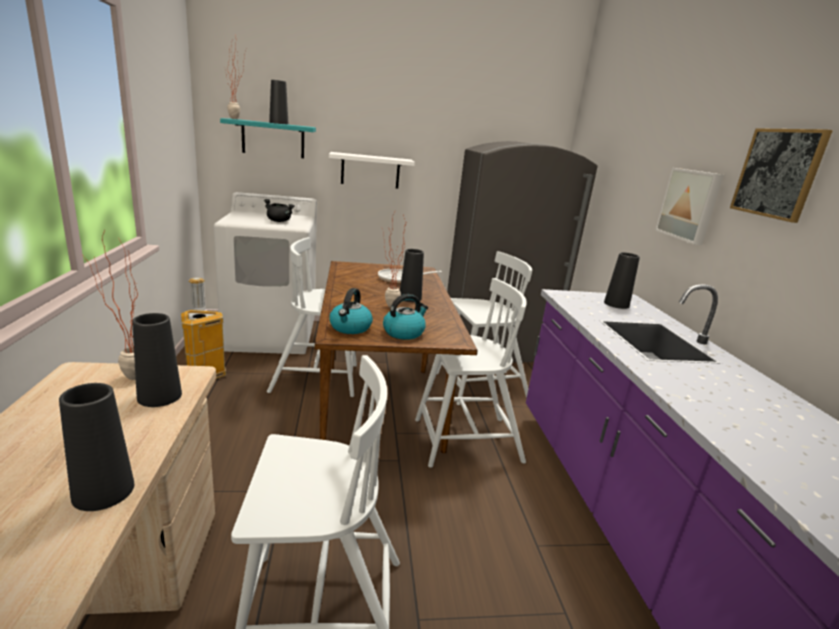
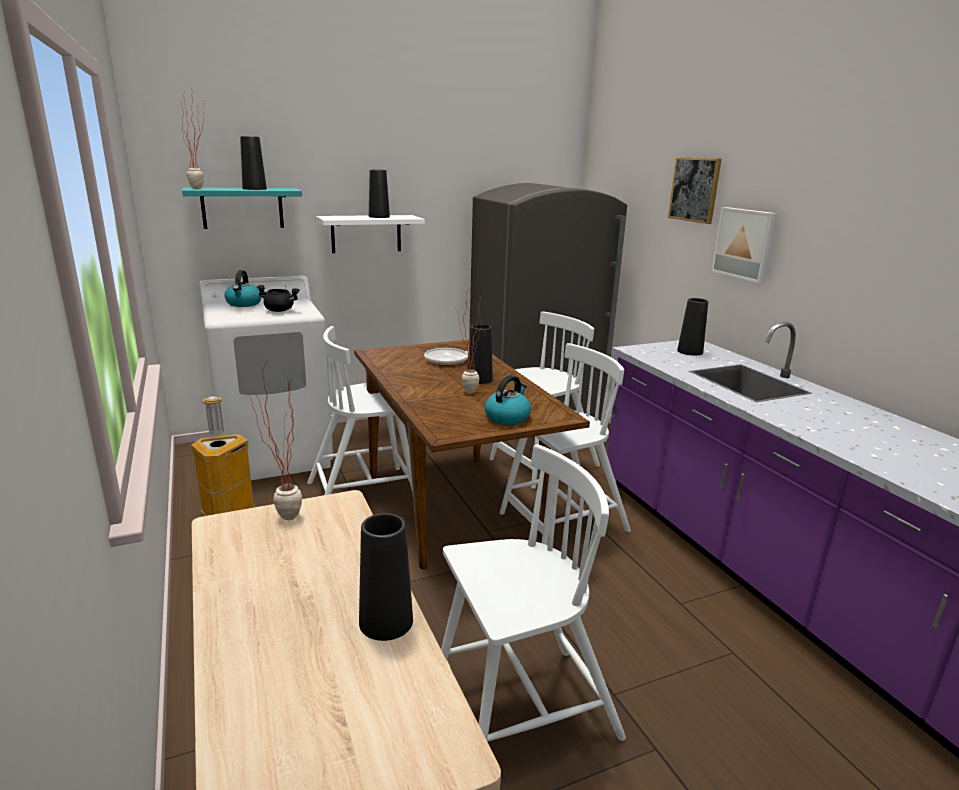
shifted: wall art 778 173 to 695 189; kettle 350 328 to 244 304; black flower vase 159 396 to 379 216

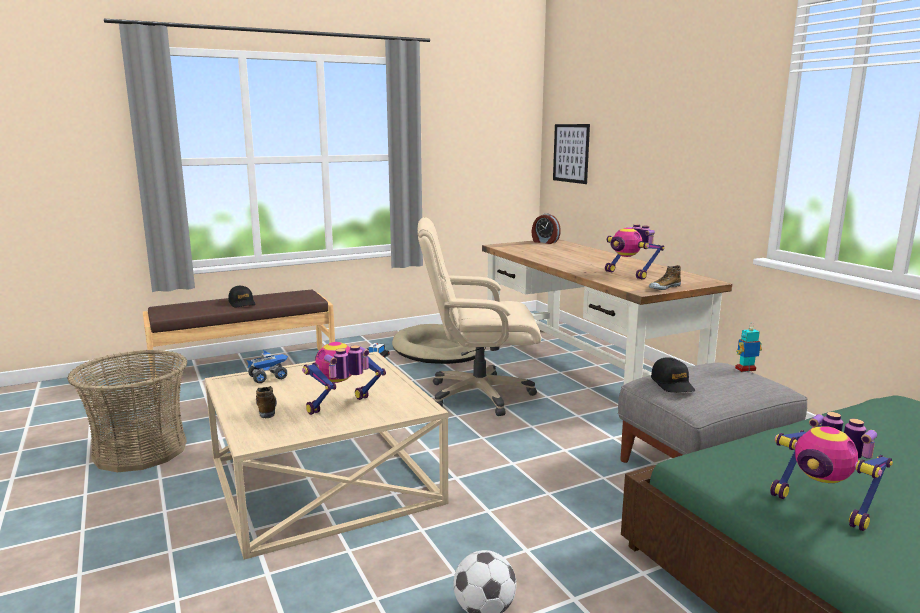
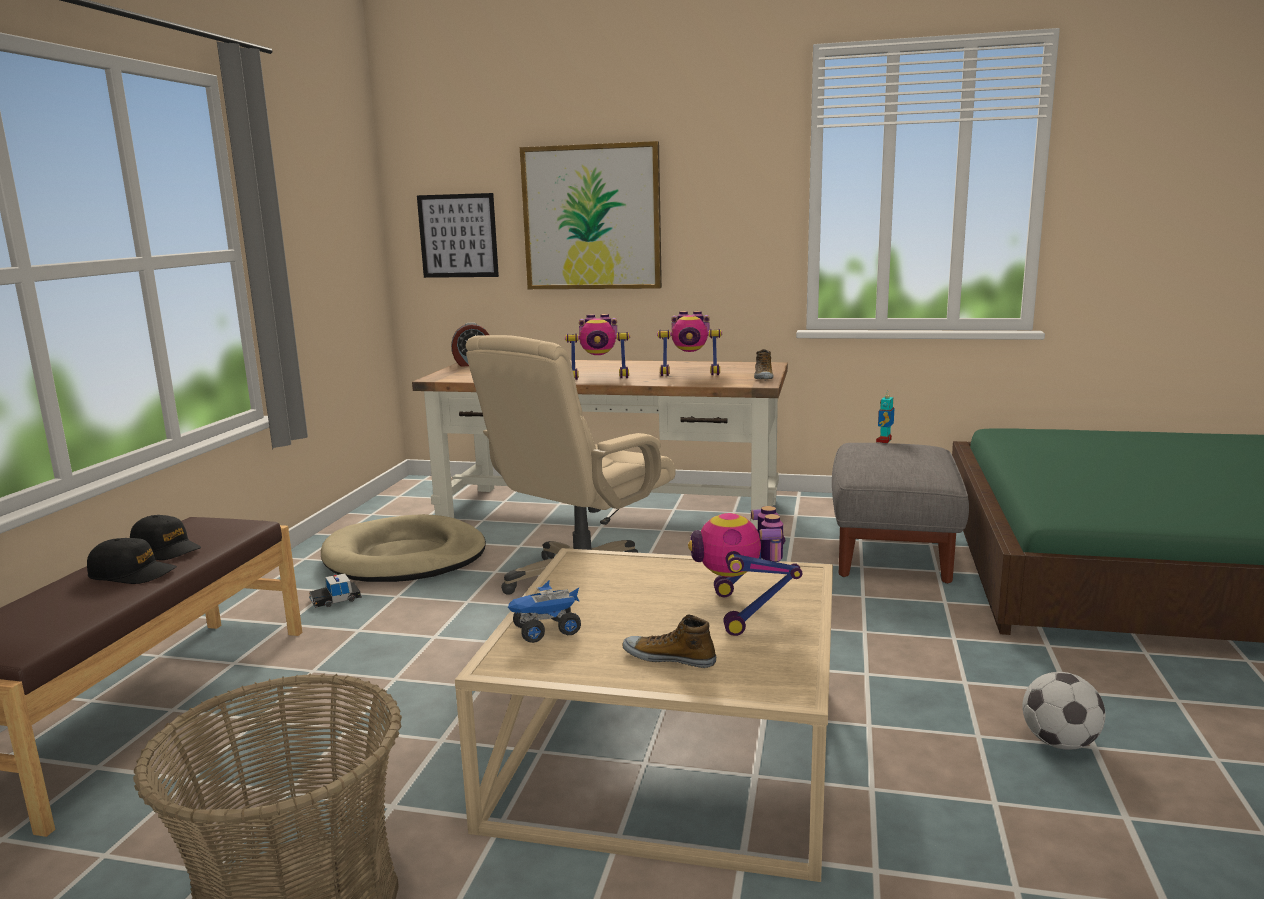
new: wall art 592 217
shifted: black baseball cap 672 384 to 166 549; toy robot 822 507 to 599 377
rotated: toy truck 268 377 = 546 631 120 degrees counterclockwise

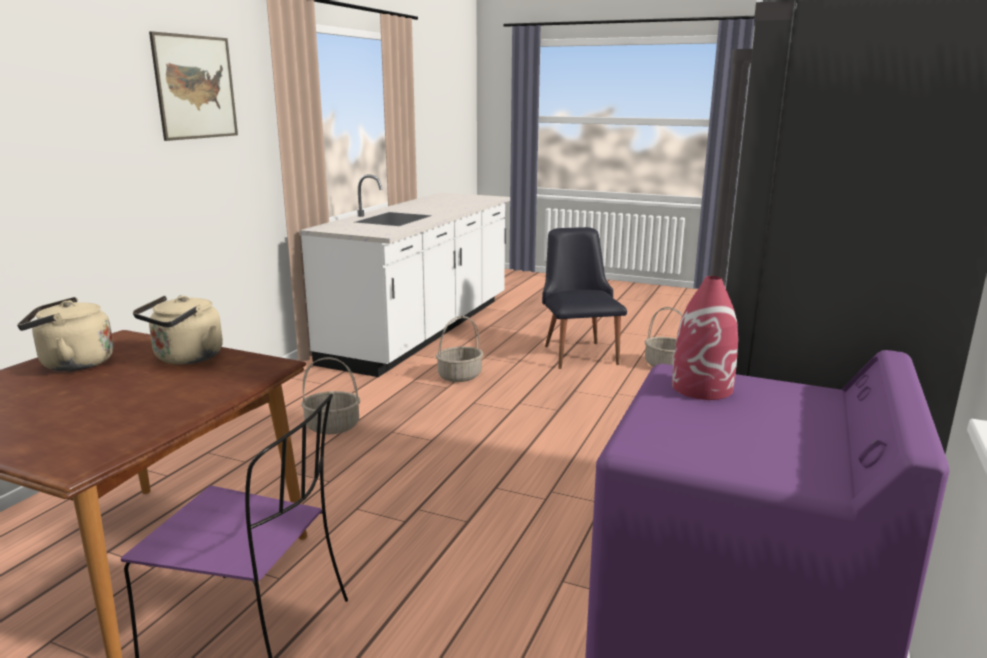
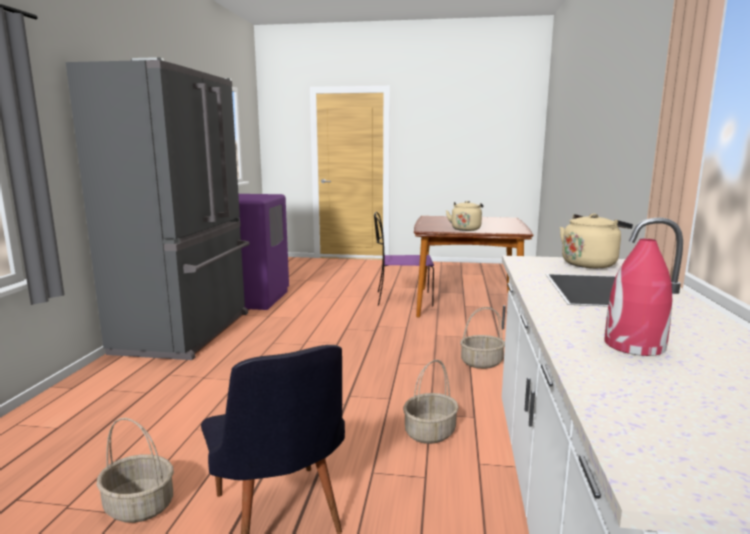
gone: wall art 195 87
shifted: red-coloured flower vase 702 388 to 634 345; sand-coloured kettle 72 364 to 590 264

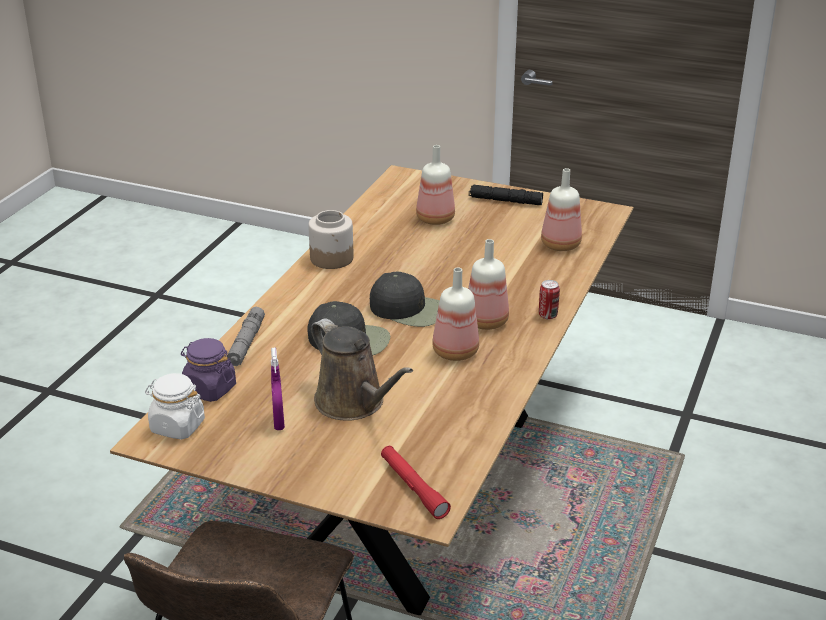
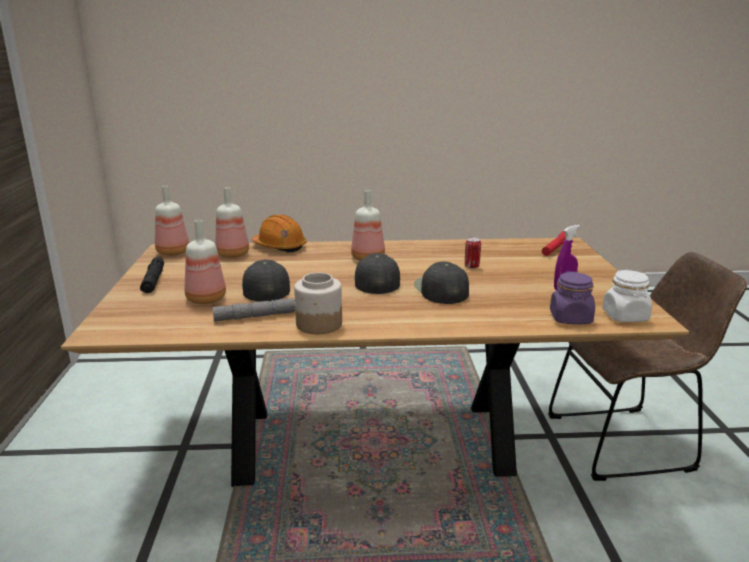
gone: brown sprinkling can 354 403
new: orangey hard hat 279 247; black baseball cap 265 288
shifted: bottle 454 352 to 174 252; can 548 315 to 471 266; greyish hand torch 246 343 to 256 316

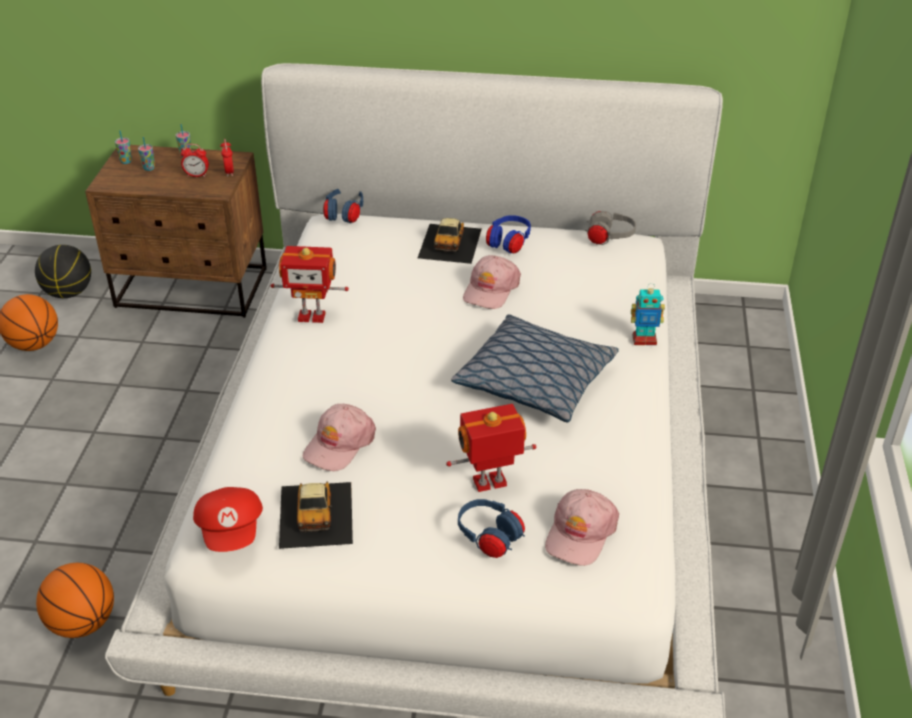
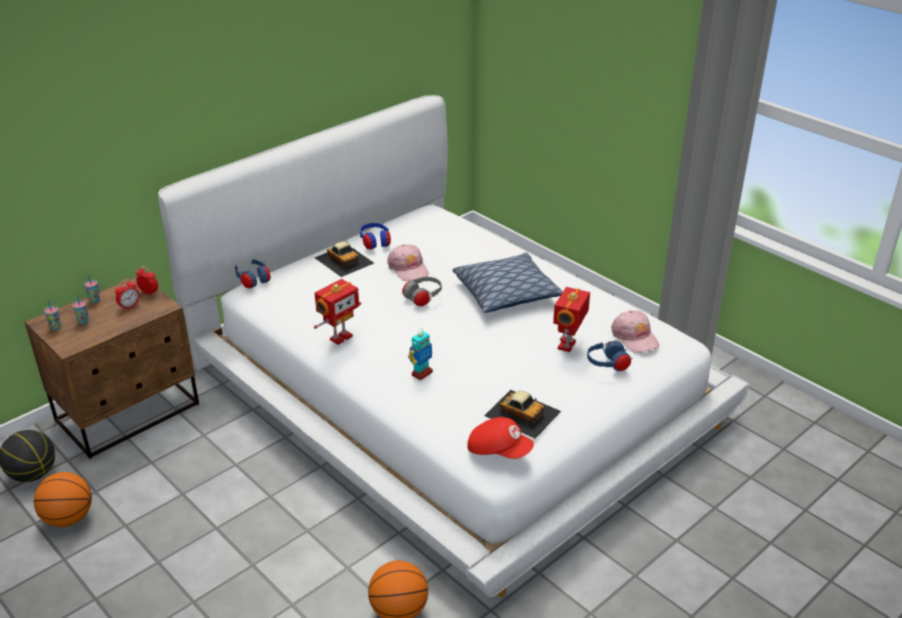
gone: pinkish baseball cap 339 444
shifted: greyish pair of headphones 609 238 to 422 299; toy robot 644 340 to 421 373

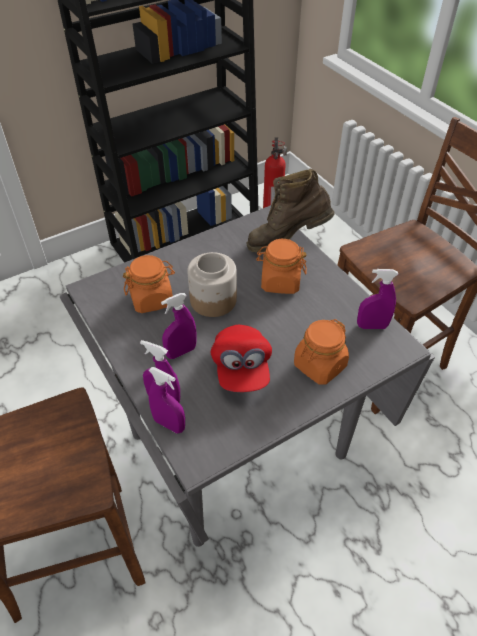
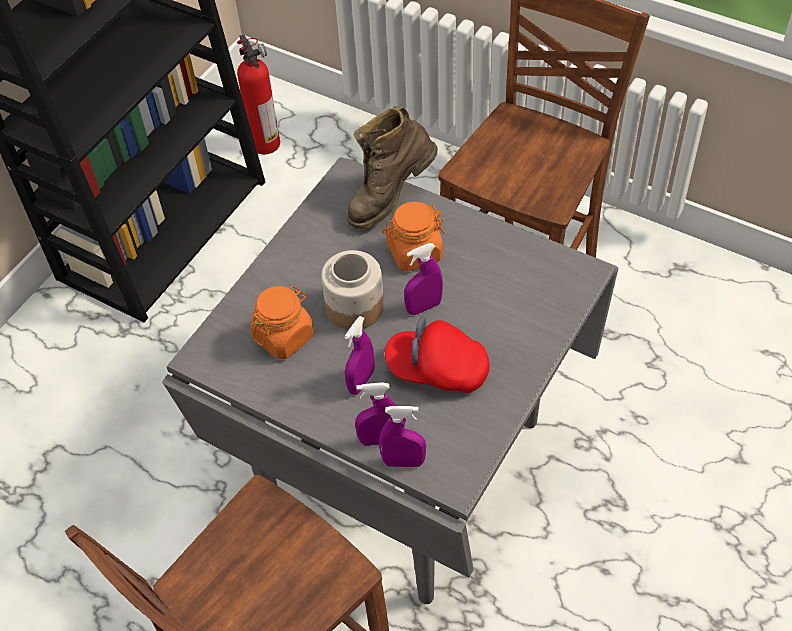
gone: orangey jar 319 365
shifted: purple-coloured spray bottle 372 326 to 424 307
rotated: red-coloured baseball cap 241 368 = 437 370 135 degrees clockwise

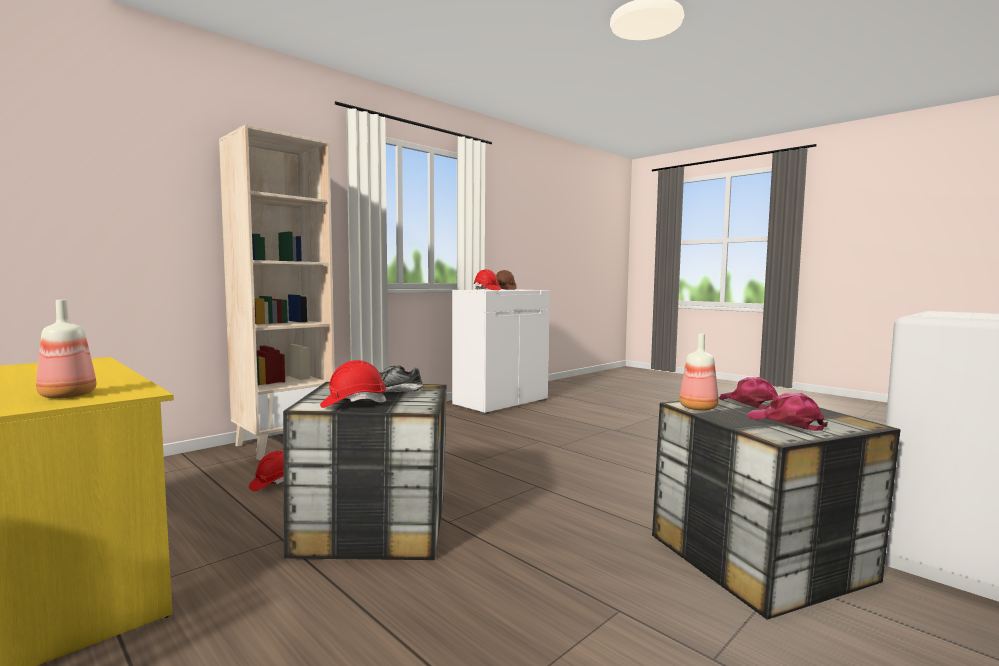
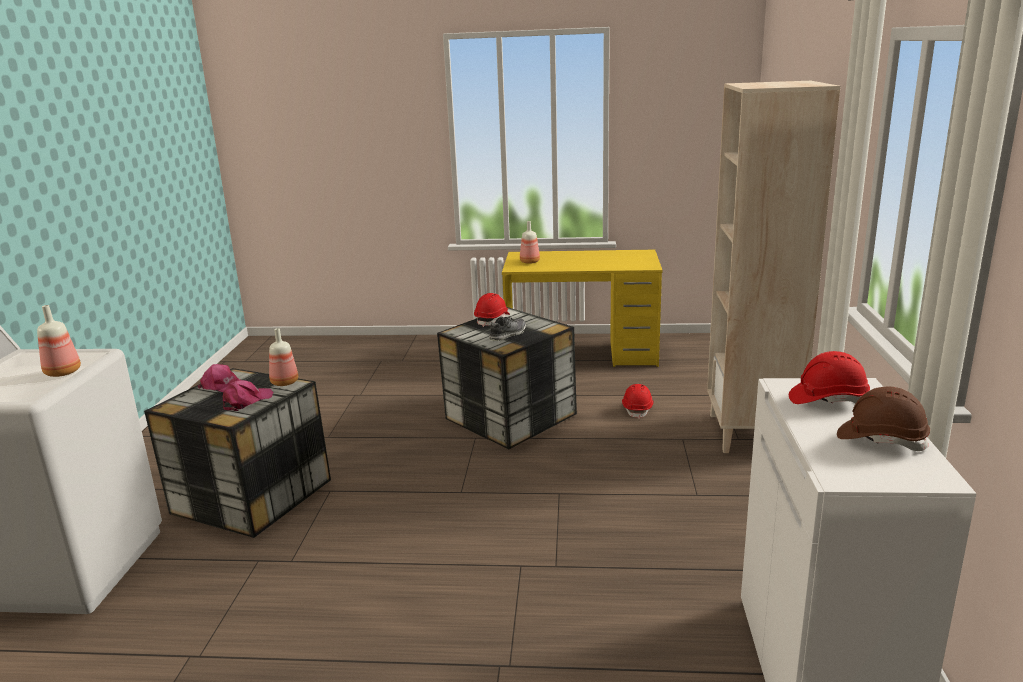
new: bottle 63 372
rotated: pinkish baseball cap 749 403 = 246 401 90 degrees counterclockwise

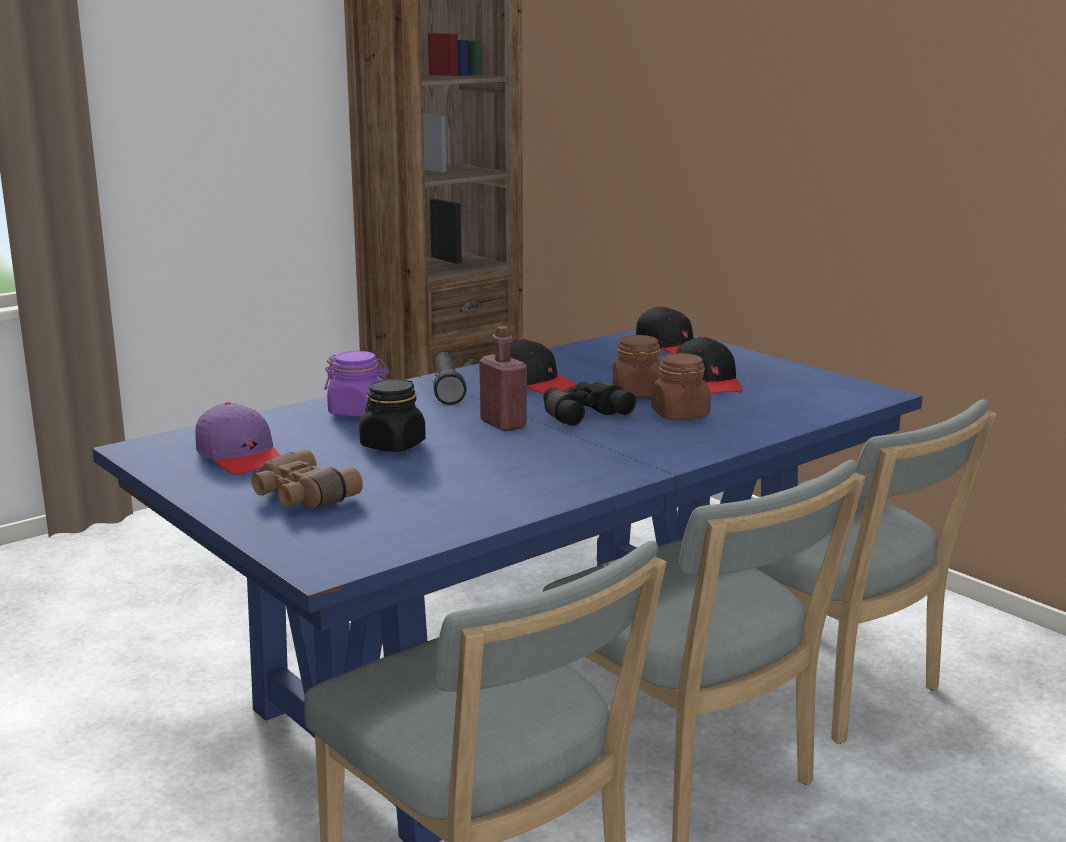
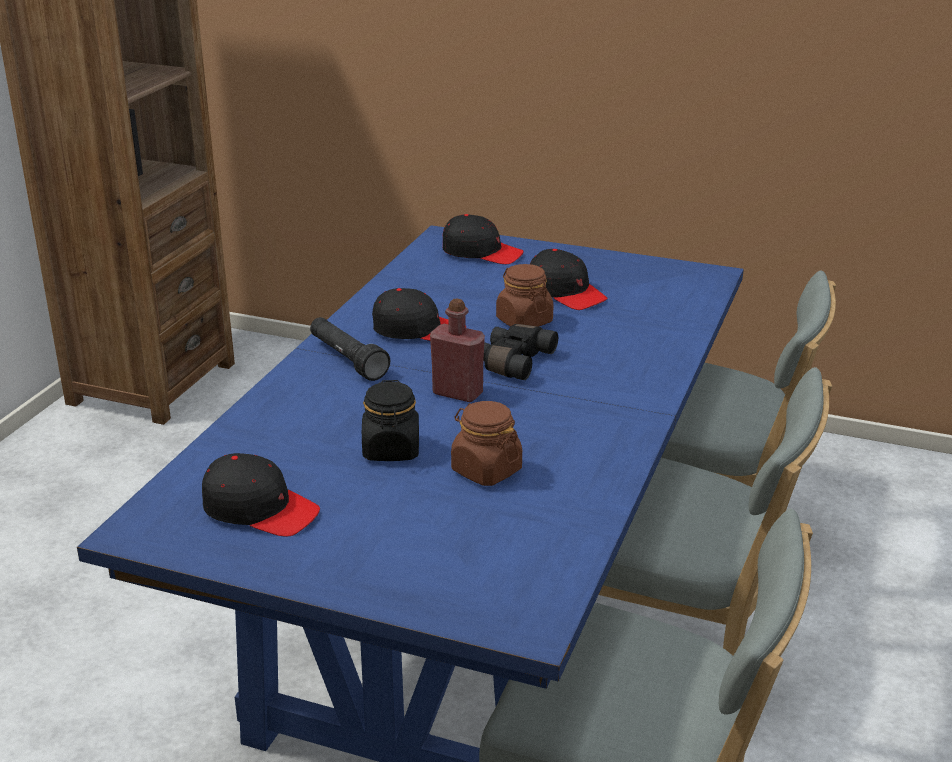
gone: purple-coloured jar 358 411; brown pair of binoculars 301 497
shifted: brown jar 679 414 to 486 470
repainted: purple-coloured baseball cap 240 456 to black baseball cap 260 509

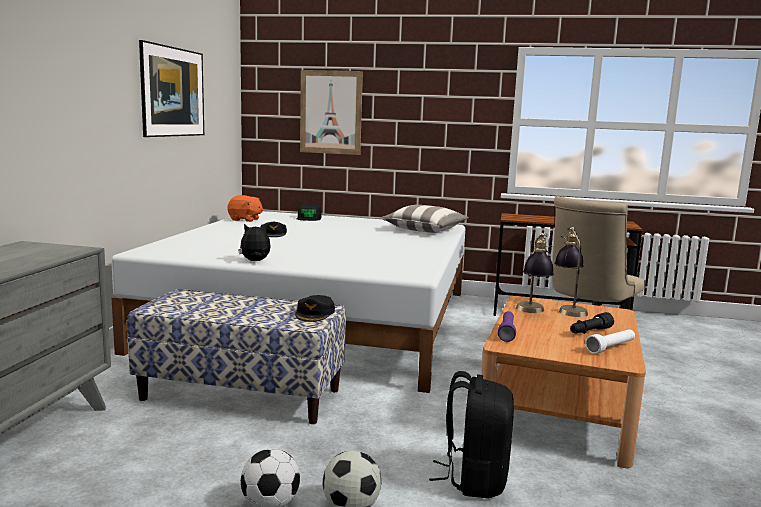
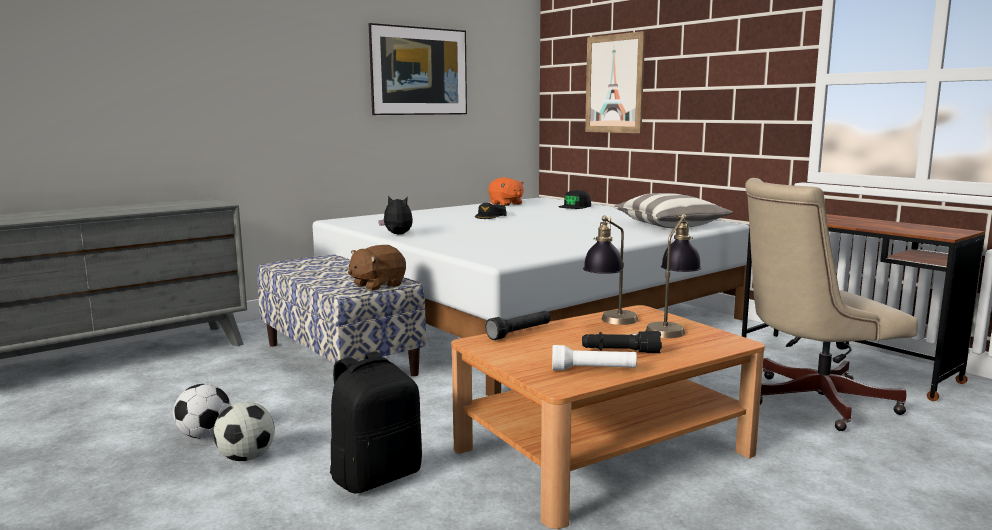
swapped: black baseball cap 315 313 to brown cuddly toy 377 285
repainted: purple-coloured hand torch 507 332 to black hand torch 519 333

